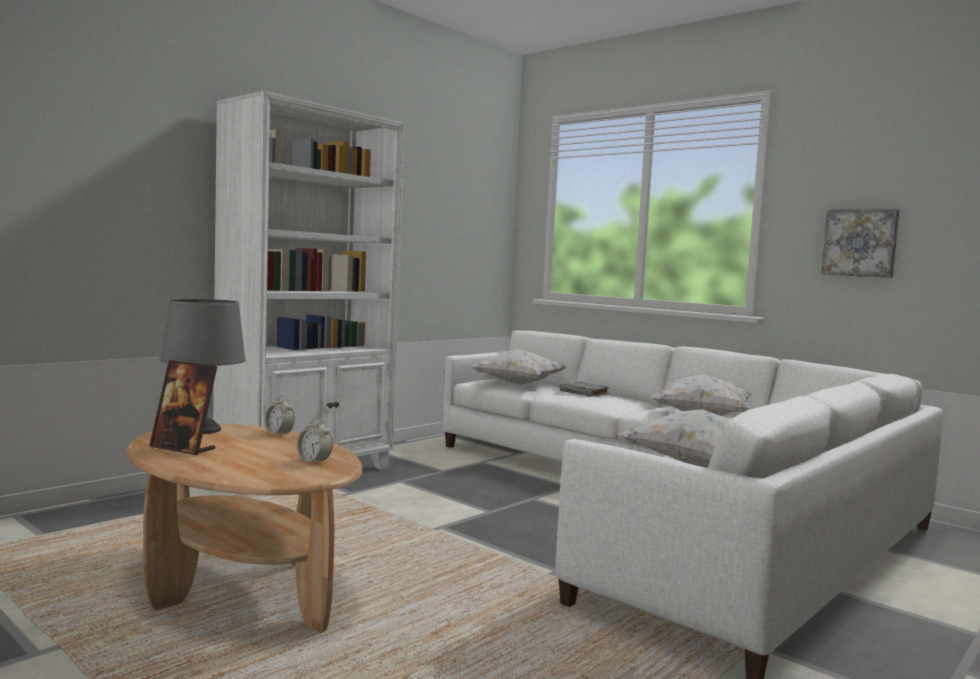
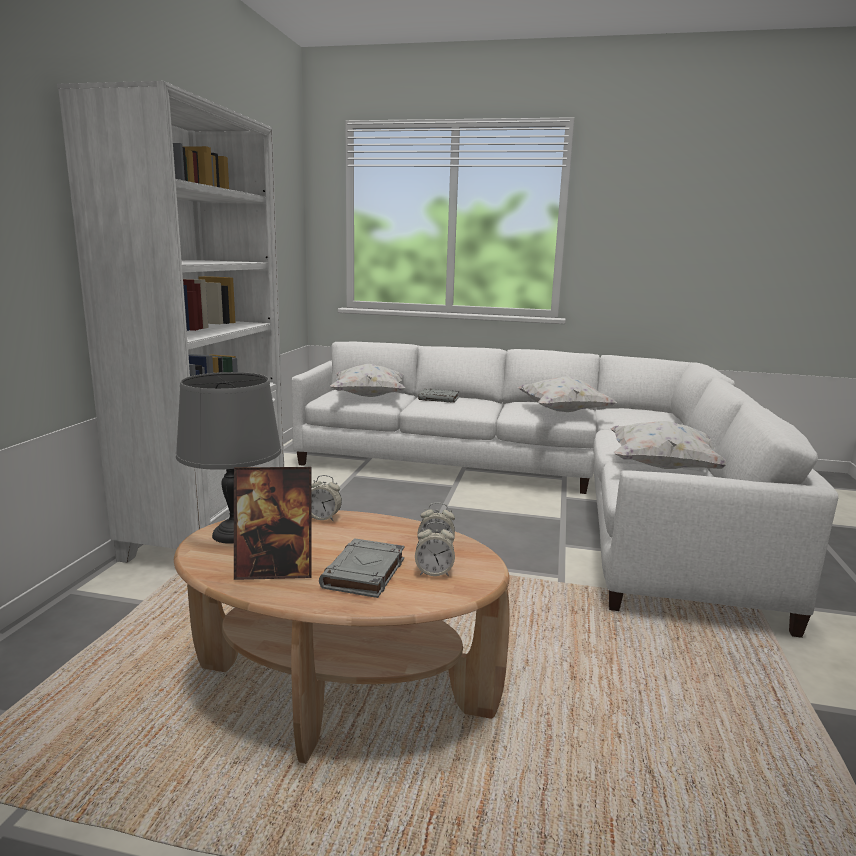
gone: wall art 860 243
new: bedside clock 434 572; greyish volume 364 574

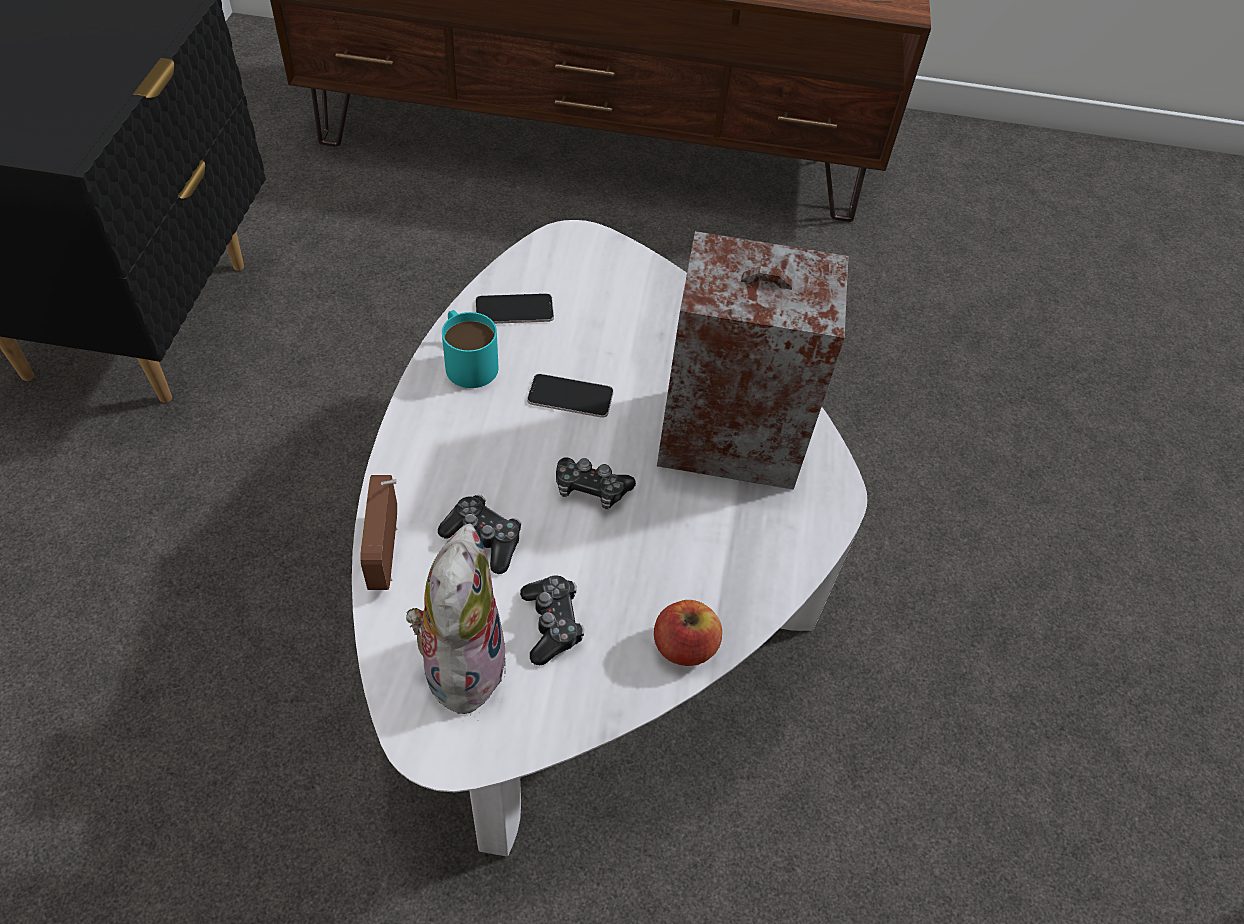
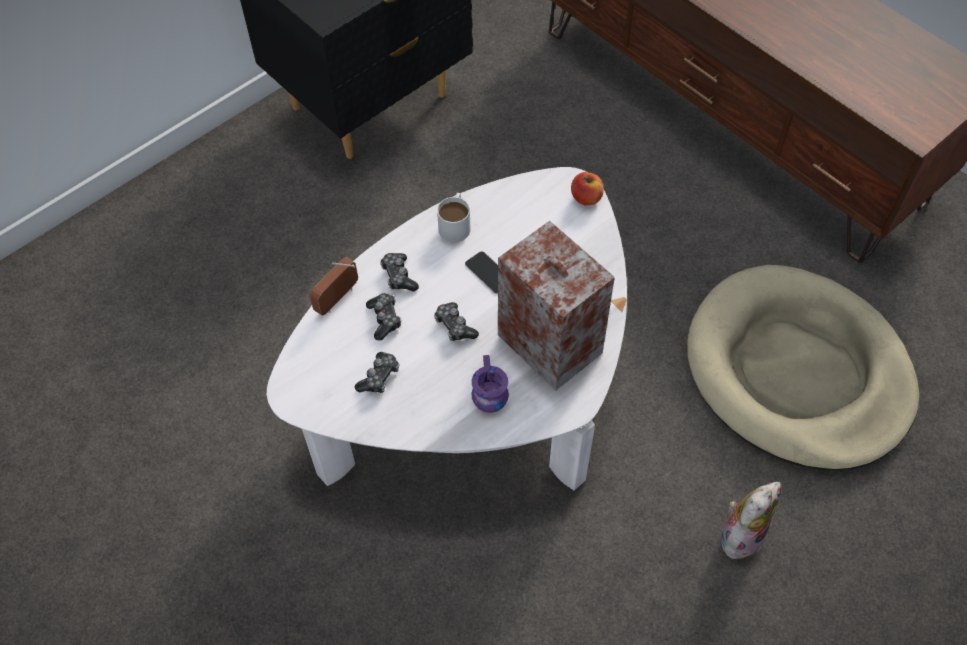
gone: telephone 514 310
new: game controller 398 276; sand-coloured pet bed 797 372; purple-coloured tea mug 486 392
shifted: cuddly toy 461 662 to 740 534; whole apple 684 646 to 586 198
repainted: blue-green tea mug 467 360 to whitish tea mug 455 224

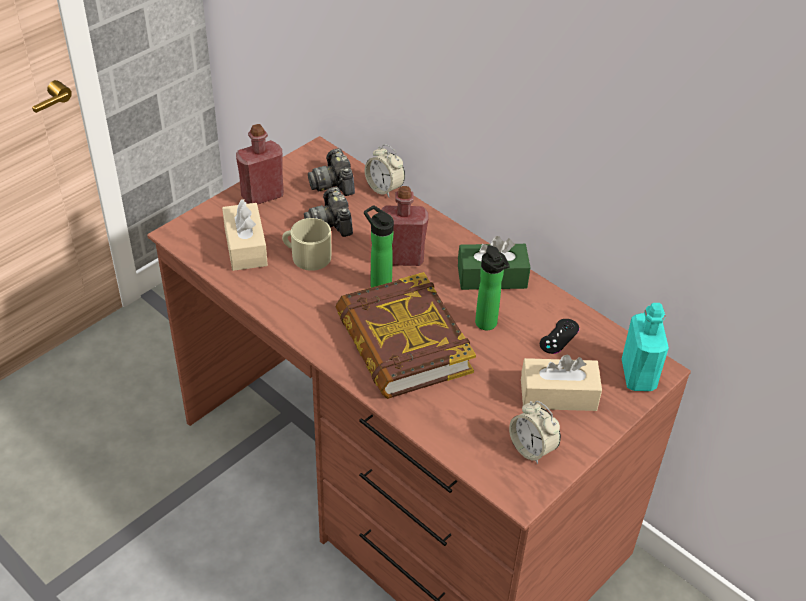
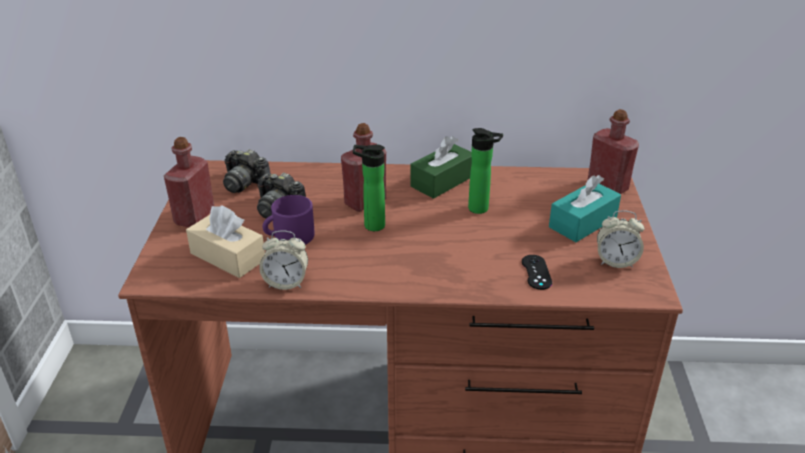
gone: volume 402 344
shifted: bedside clock 384 188 to 286 282; black game controller 559 336 to 536 272
repainted: sand-coloured tea mug 306 256 to purple-coloured tea mug 289 236; blue-green bottle 638 375 to red-coloured bottle 607 186; sand-coloured tissue holder 558 395 to blue-green tissue holder 582 222

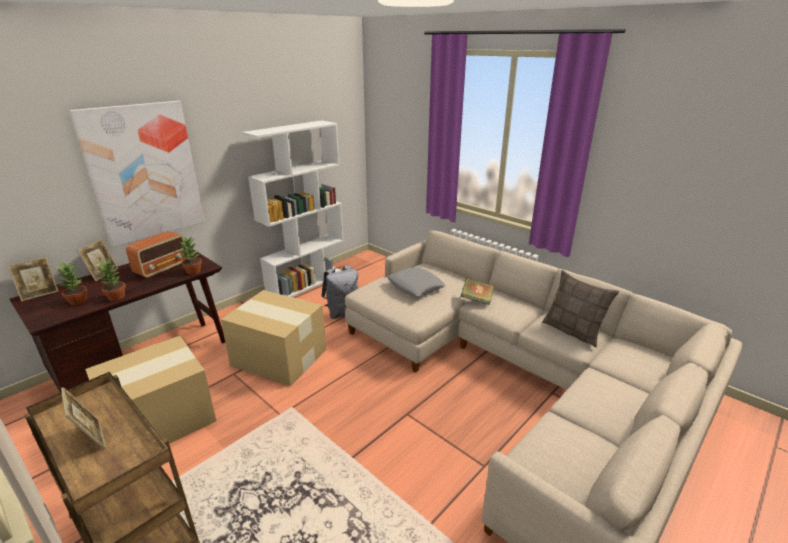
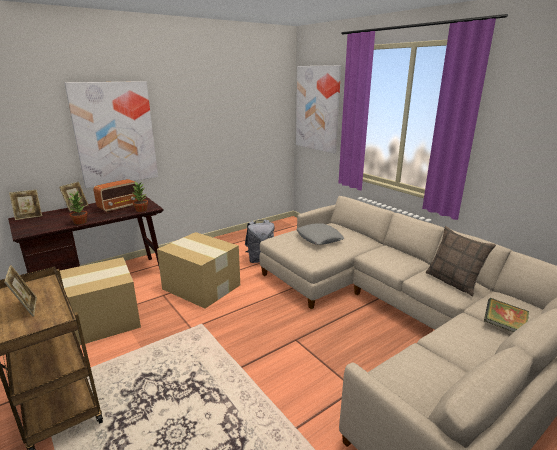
gone: whitish shelving unit 307 283; plant in a pot 78 301
new: wall art 317 108
shifted: volume 476 299 to 503 326

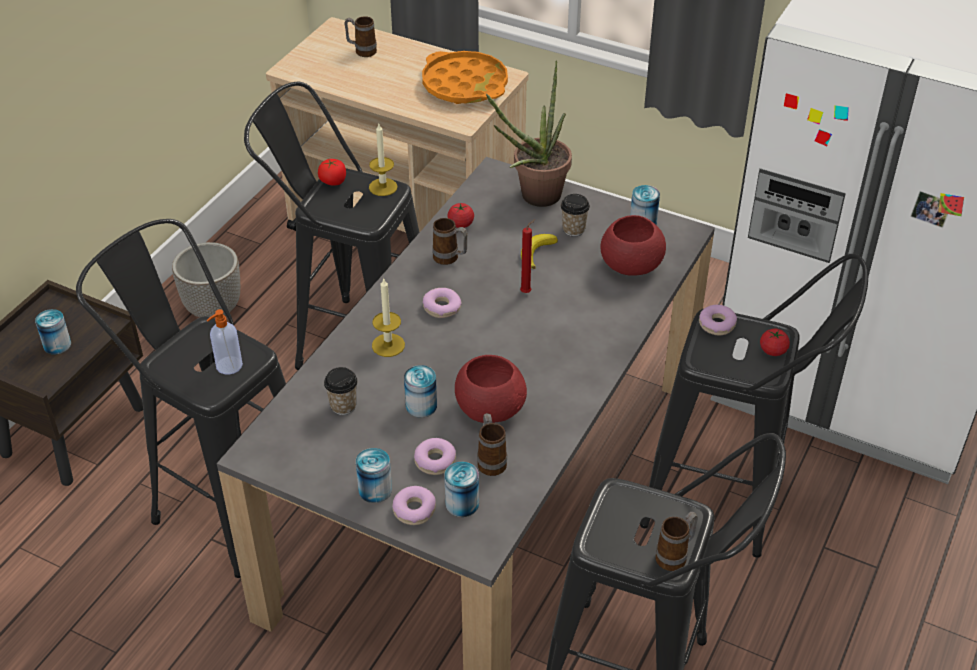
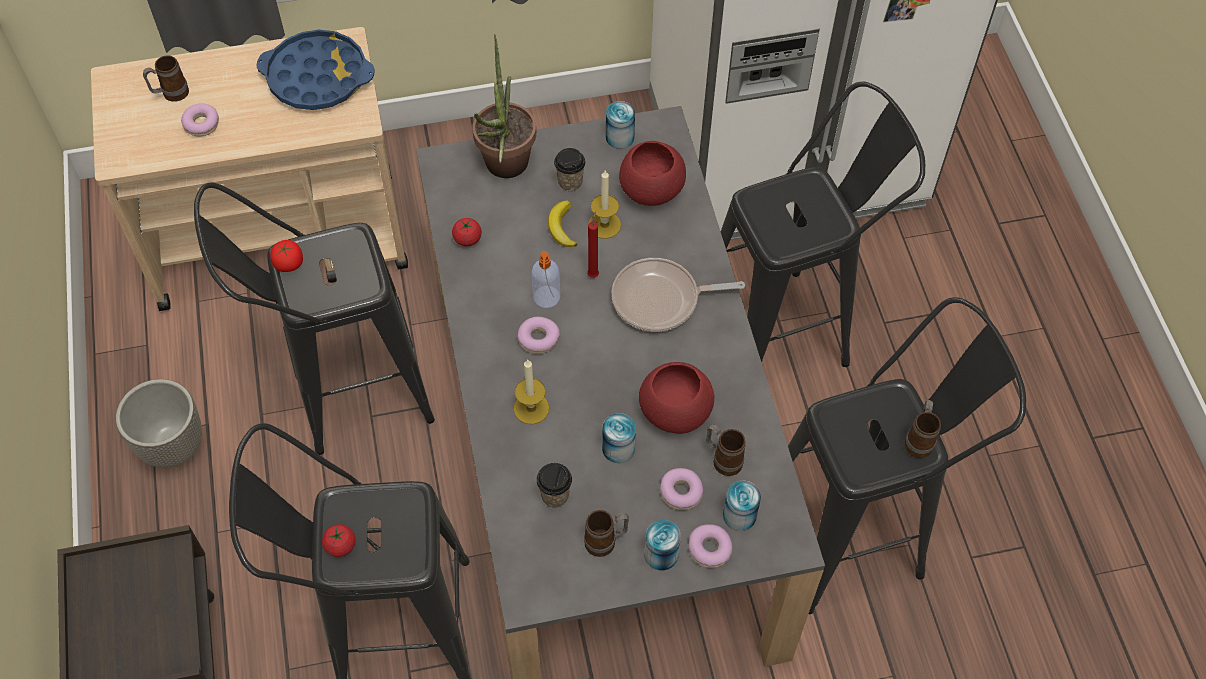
gone: can 57 345
new: skillet 661 300
shifted: candle 383 187 to 604 225; tea mug 450 259 to 606 541; donut 717 324 to 201 124; soap bottle 228 366 to 546 298; fresh tomato 773 351 to 340 546
repainted: orangey serving tray 465 85 to bluish serving tray 317 77

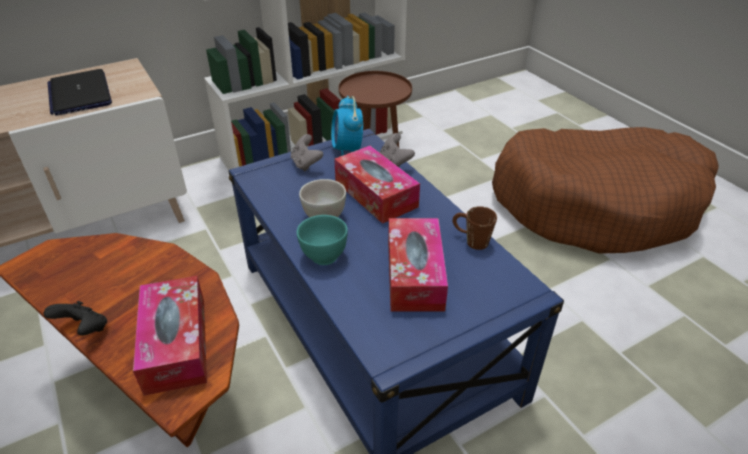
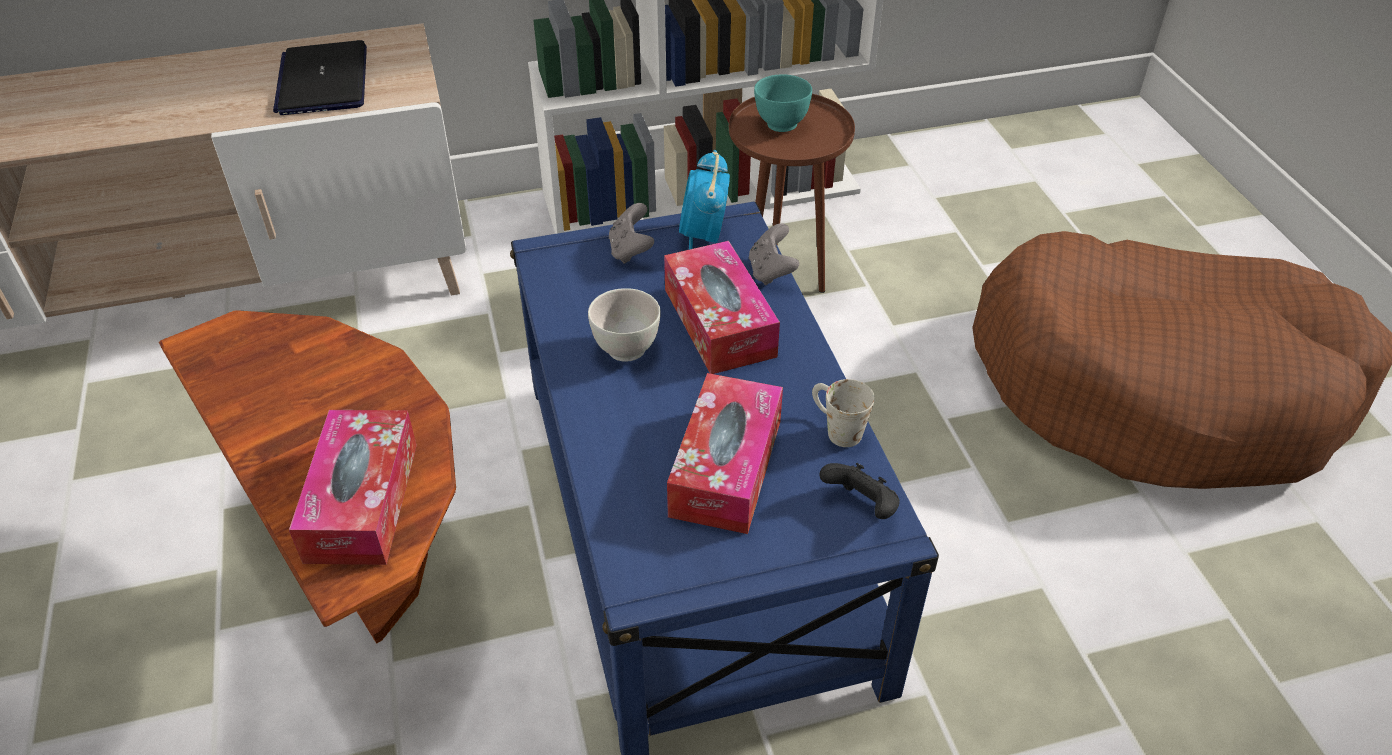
shifted: blue-green bowl 323 256 to 781 124; black game controller 84 330 to 861 506
repainted: brown tea mug 470 240 to whitish tea mug 835 429

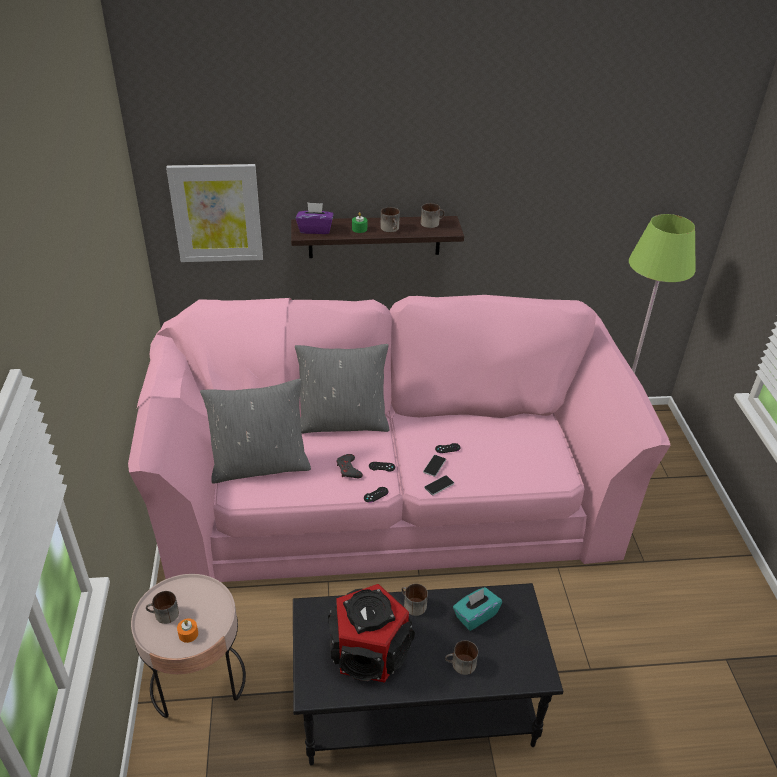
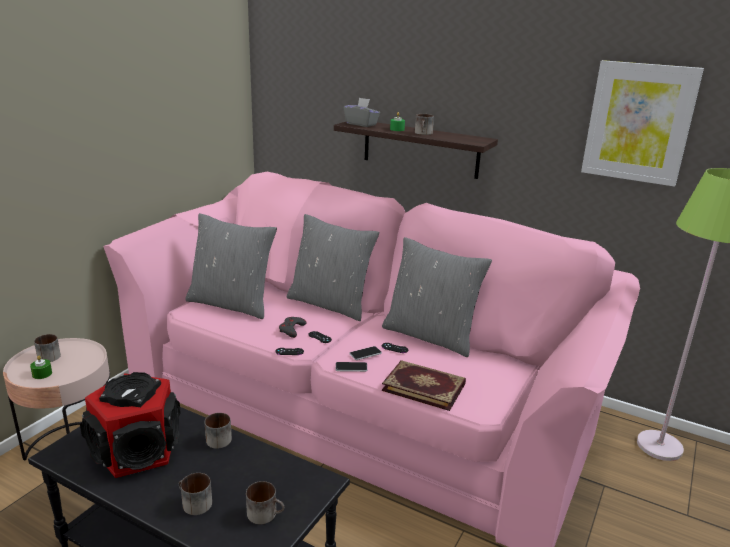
gone: blue-green tissue holder 475 615
new: greyish cushion 430 336; volume 424 386
shifted: wall art 217 213 to 638 123; tea mug 432 223 to 266 513
repainted: purple-coloured tissue holder 315 230 to greyish tissue holder 361 124; orangey candle 188 634 to greenish candle 42 374

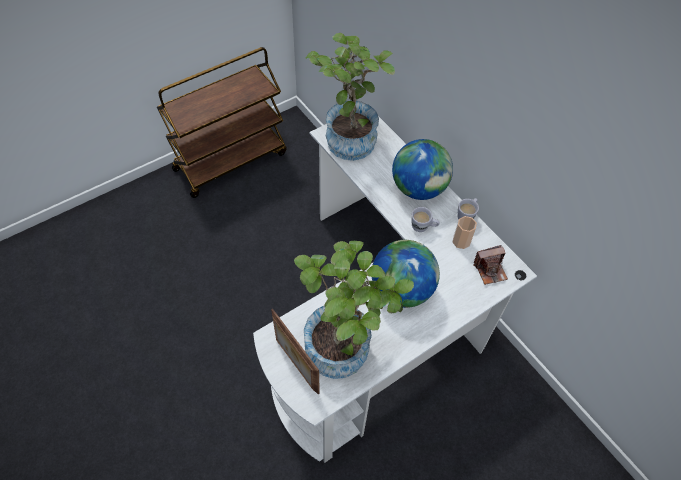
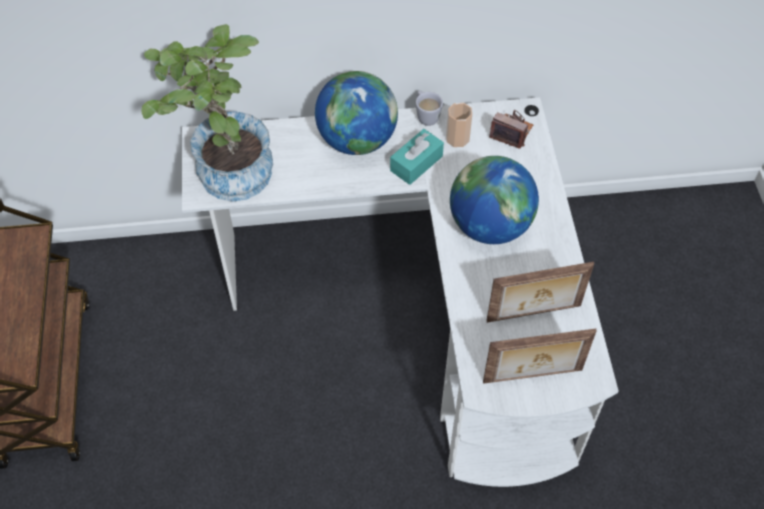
swapped: whitish tea mug 423 227 to blue-green tissue holder 416 163; plant in a pot 345 346 to standing frame 534 315
rotated: still camera 490 270 = 511 132 75 degrees counterclockwise

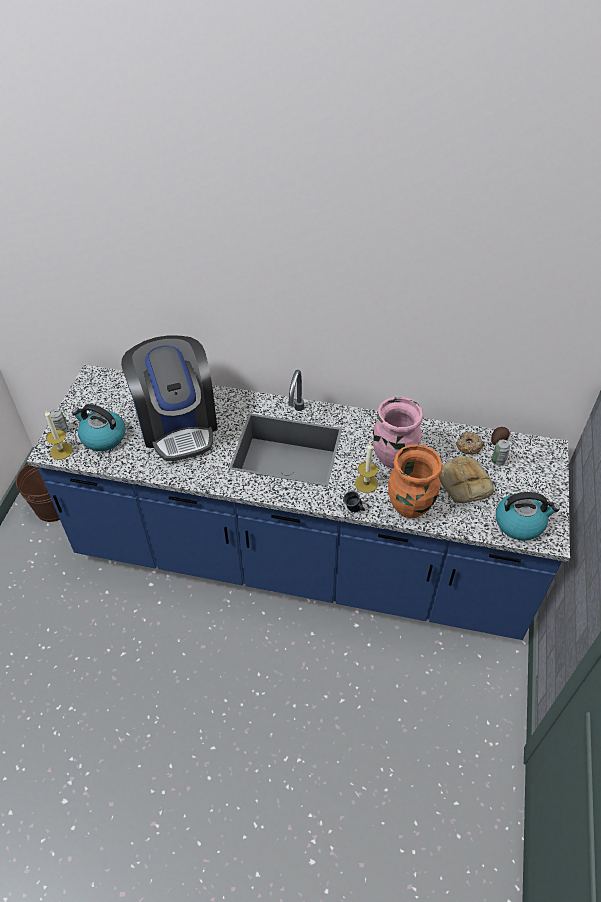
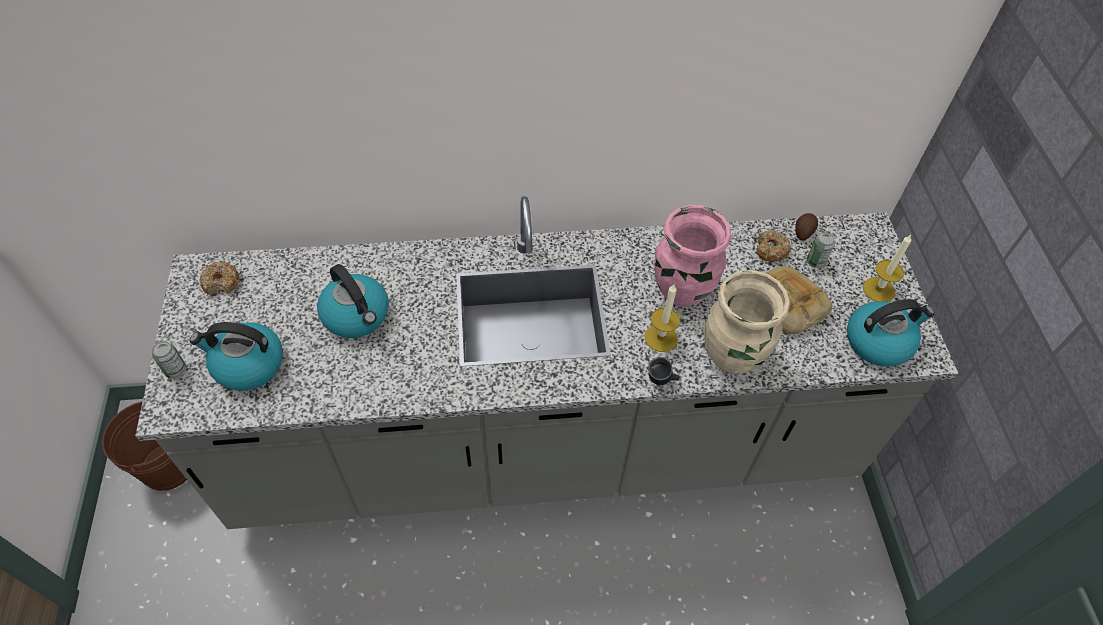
new: donut 221 282
shifted: candle 61 451 to 878 290
swapped: coffee brewer 177 424 to kettle 357 315
repainted: bluish kitchen counter 300 560 to greyish kitchen counter 545 446; orangey flower vase 410 507 to sand-coloured flower vase 733 357

